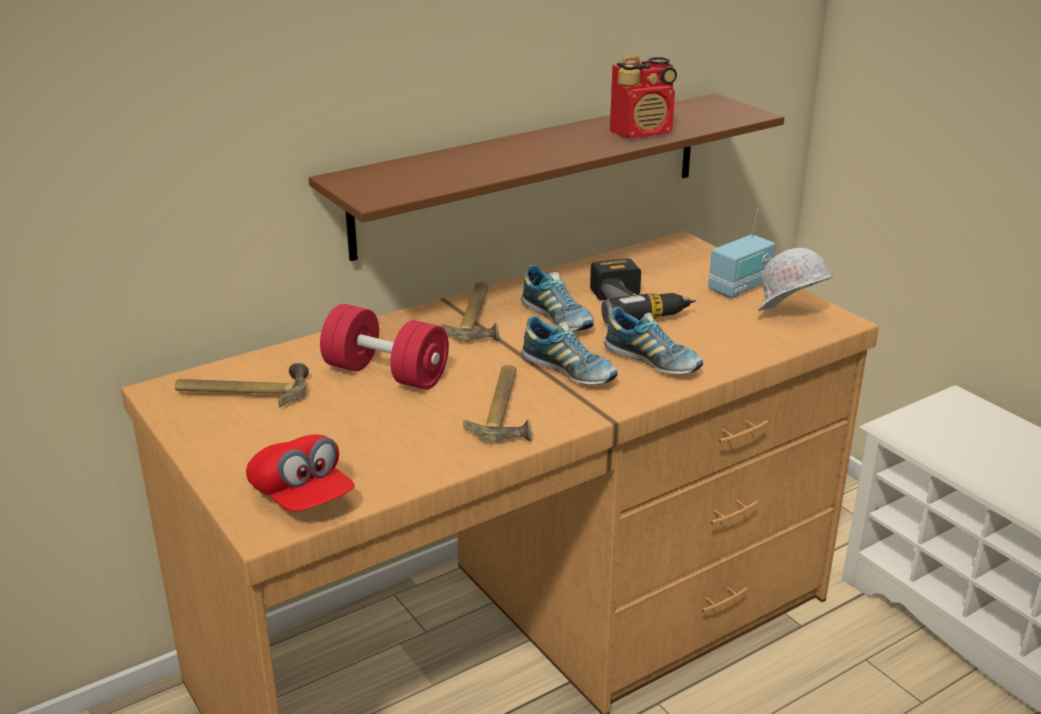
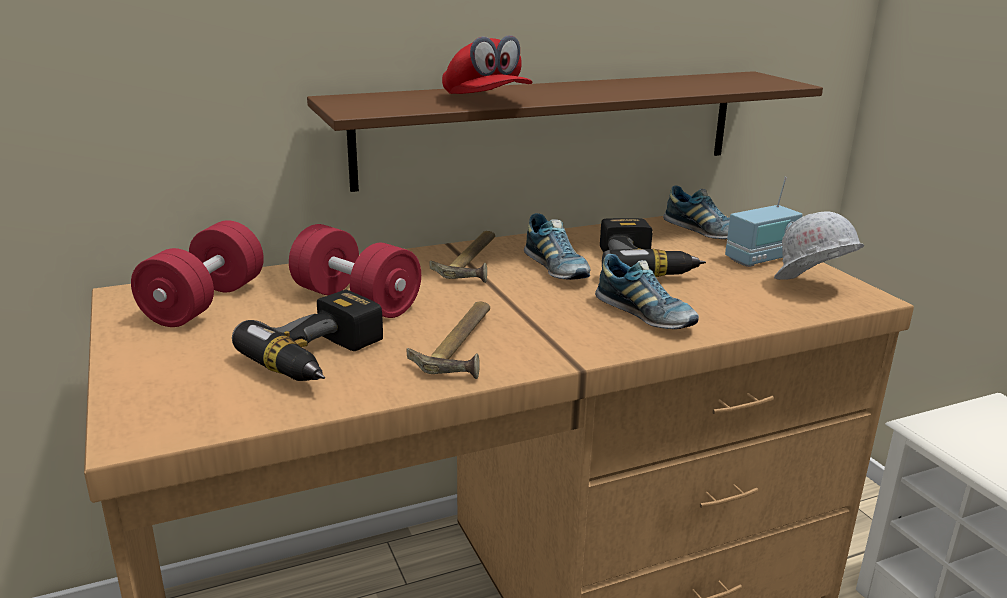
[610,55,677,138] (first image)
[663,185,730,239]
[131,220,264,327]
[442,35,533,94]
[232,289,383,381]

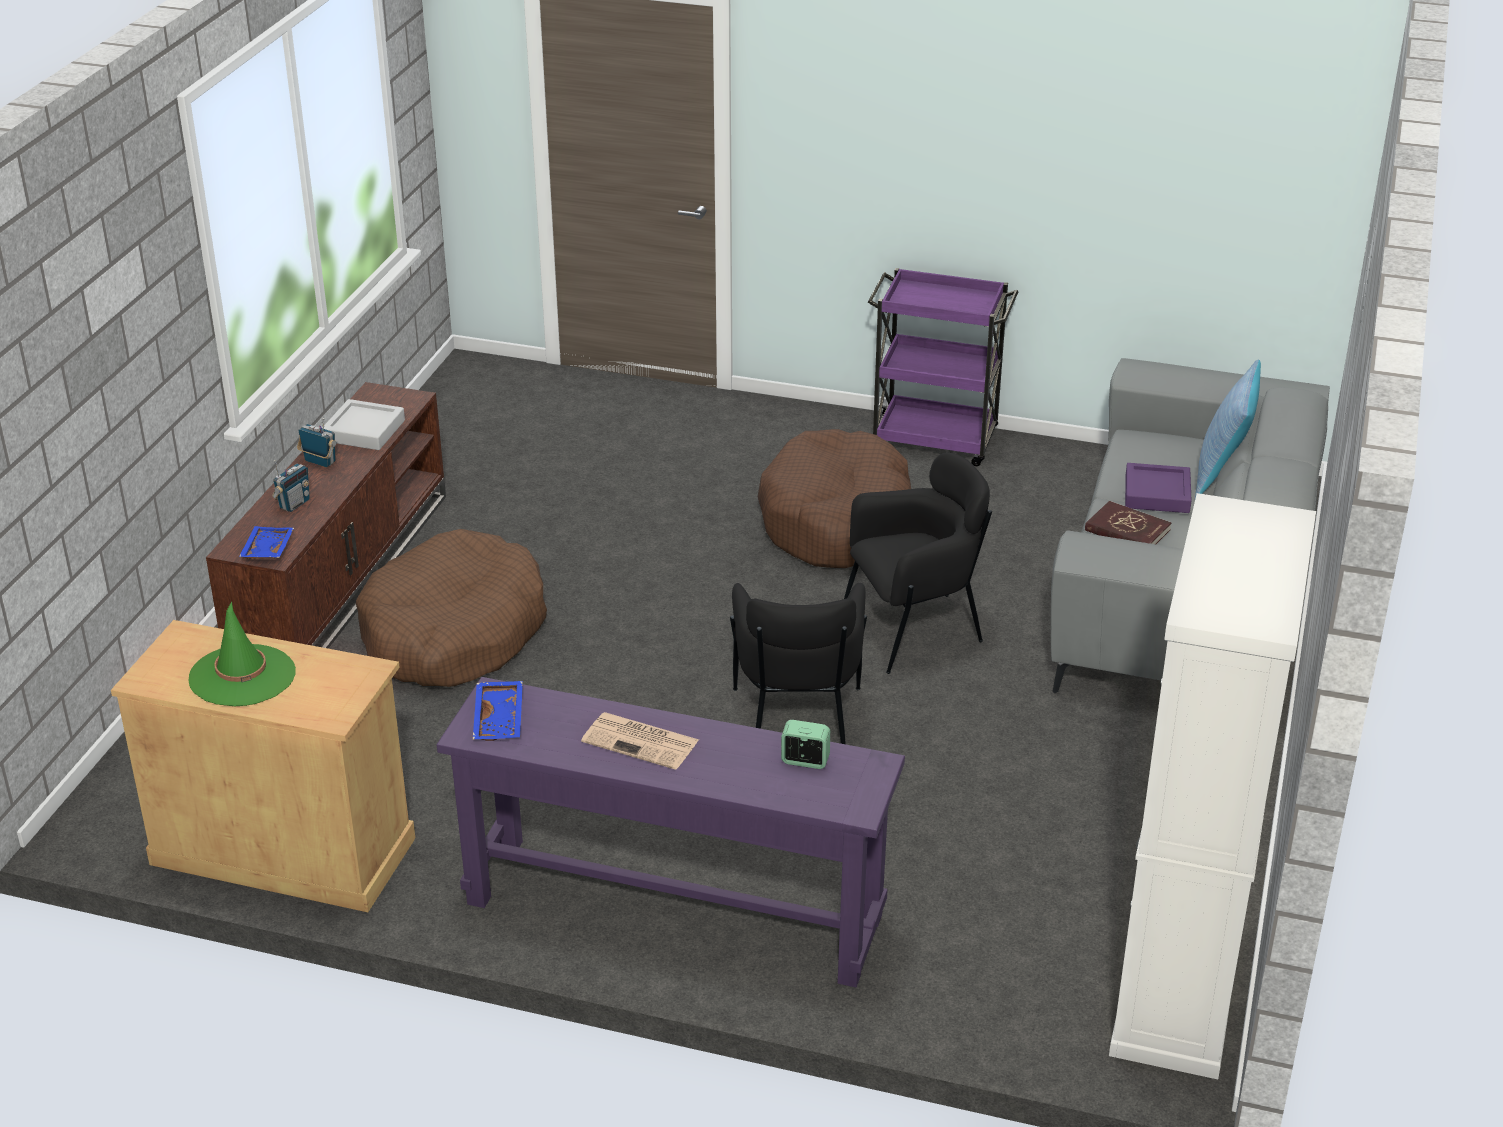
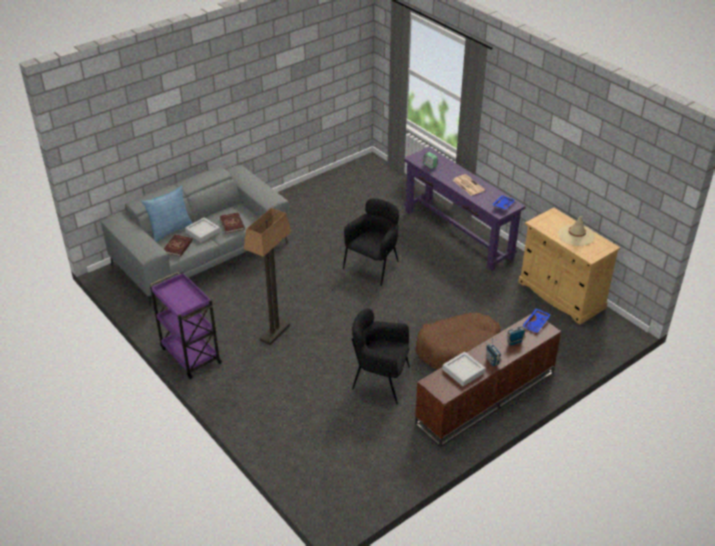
[244,208,292,345]
[352,308,410,404]
[185,217,220,242]
[1109,493,1316,1079] (first image)
[558,216,595,246]
[164,234,193,257]

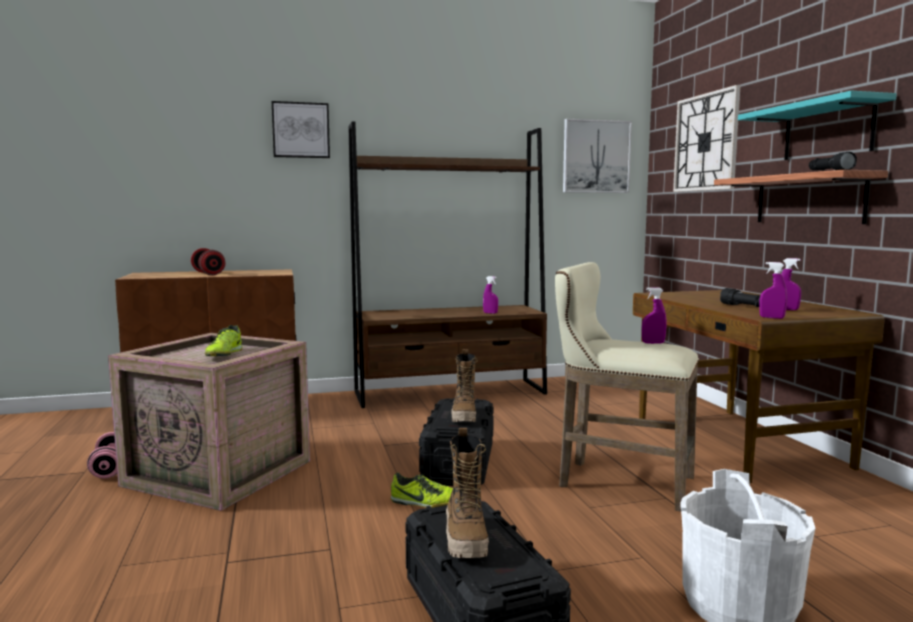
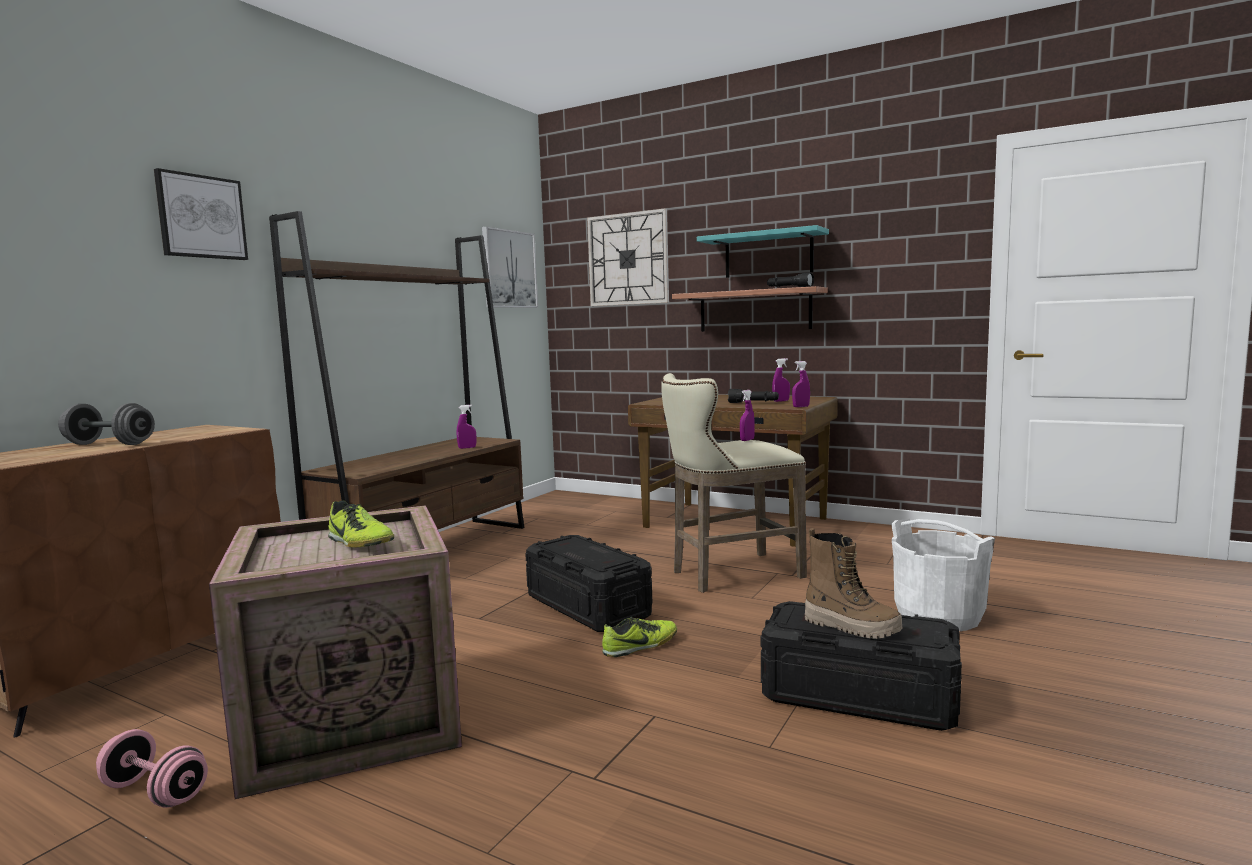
[58,403,155,445]
[452,349,478,422] (first image)

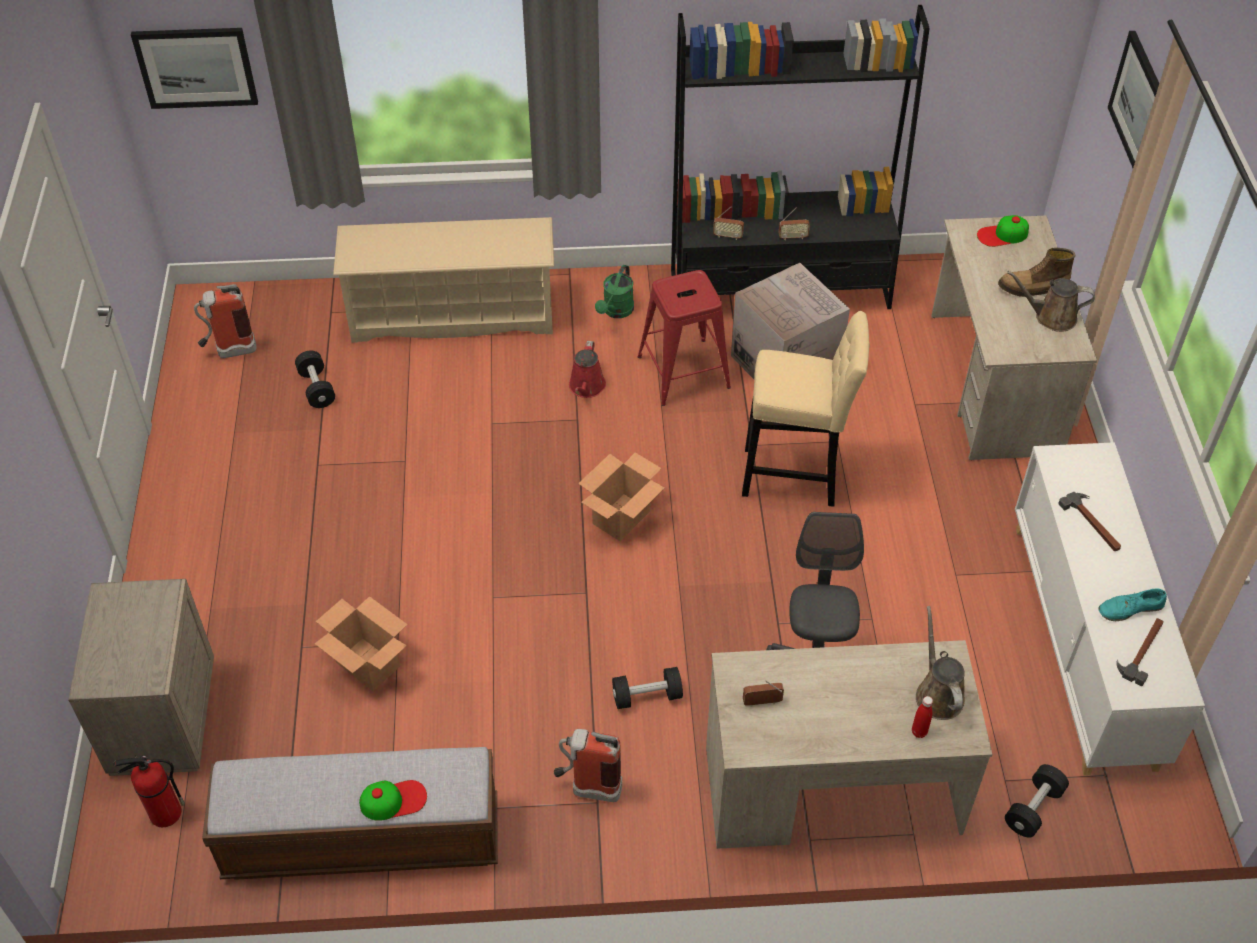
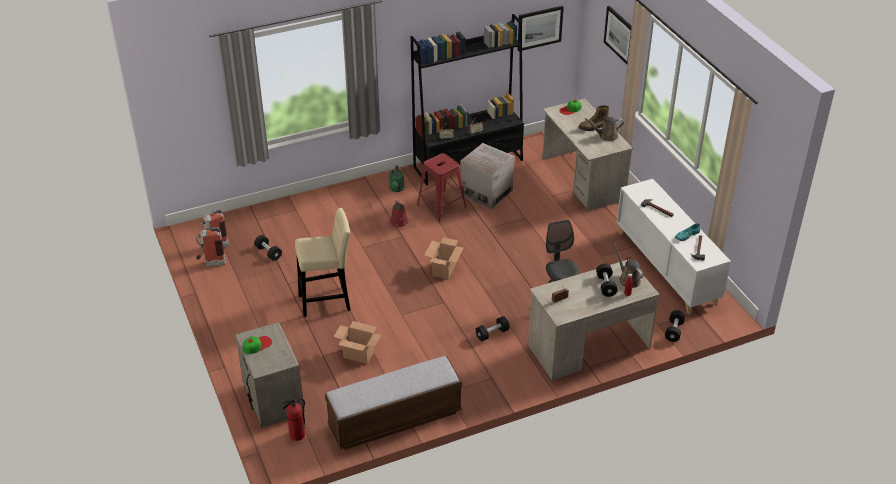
[517,6,564,51]
[333,217,554,343] (first image)
[295,208,351,317]
[196,227,226,267]
[243,336,272,354]
[596,264,617,297]

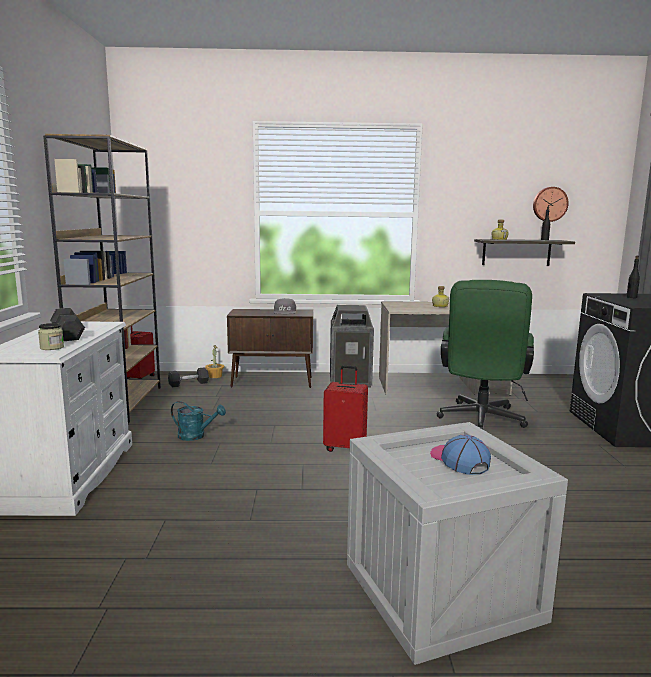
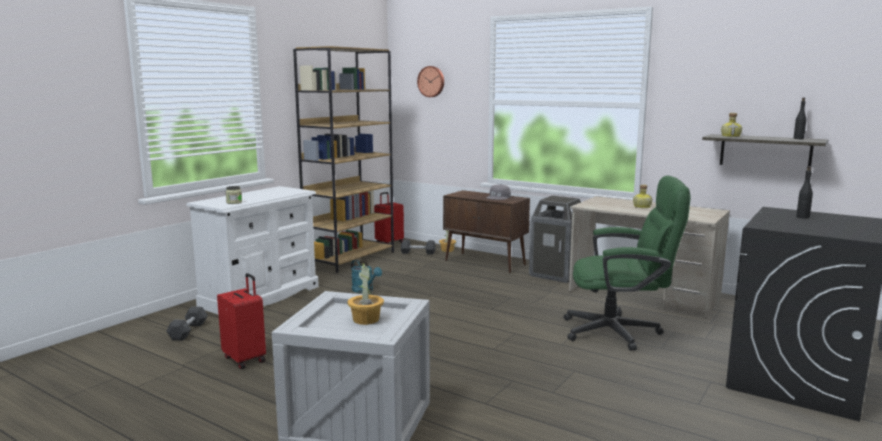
[417,66,444,97]
[564,175,690,351]
[166,306,208,341]
[217,273,266,369]
[347,262,384,325]

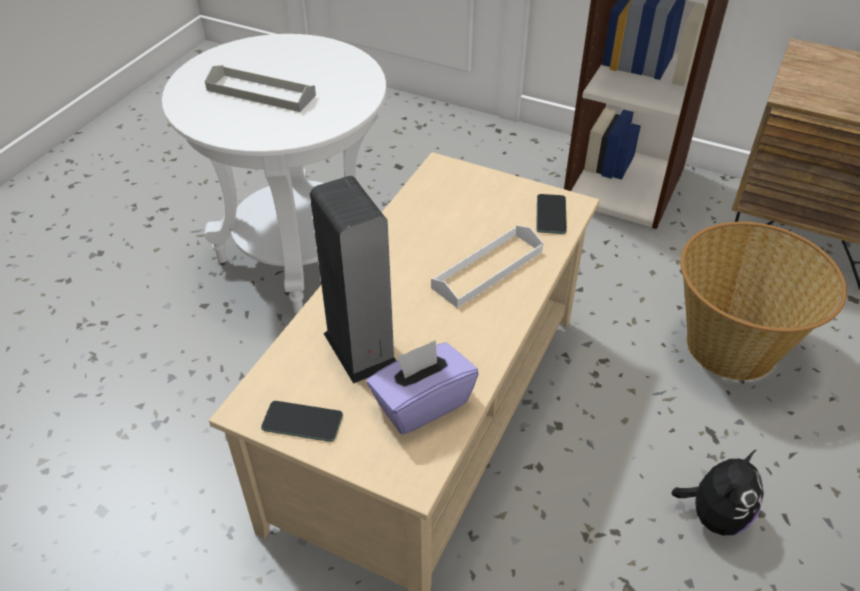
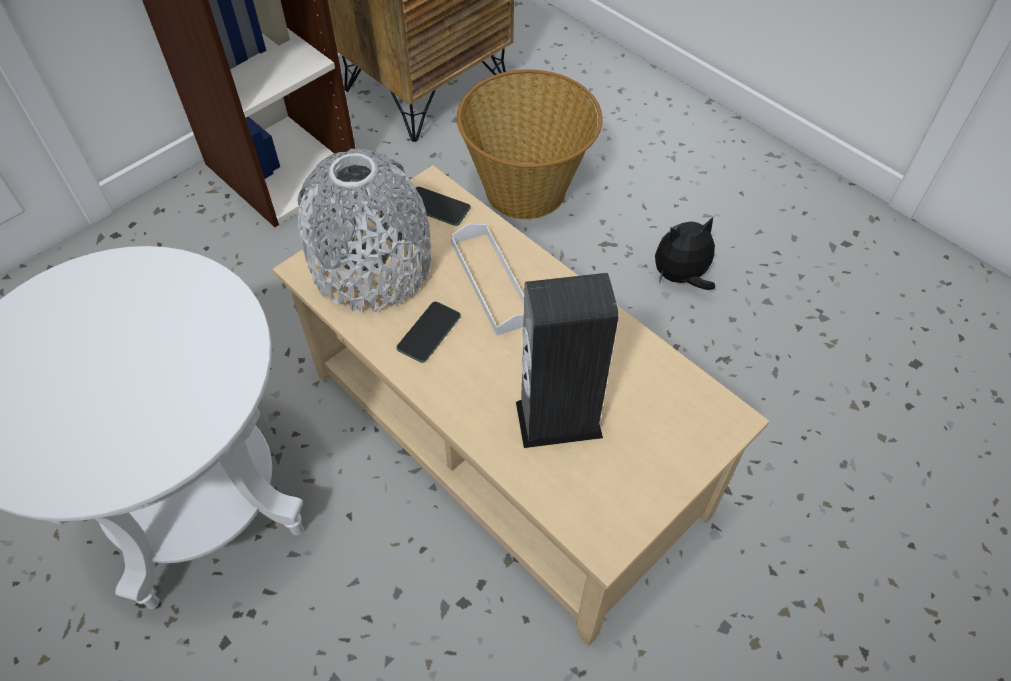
[205,65,316,112] (first image)
[367,340,479,435] (first image)
[396,301,461,363]
[655,217,715,290]
[297,149,431,312]

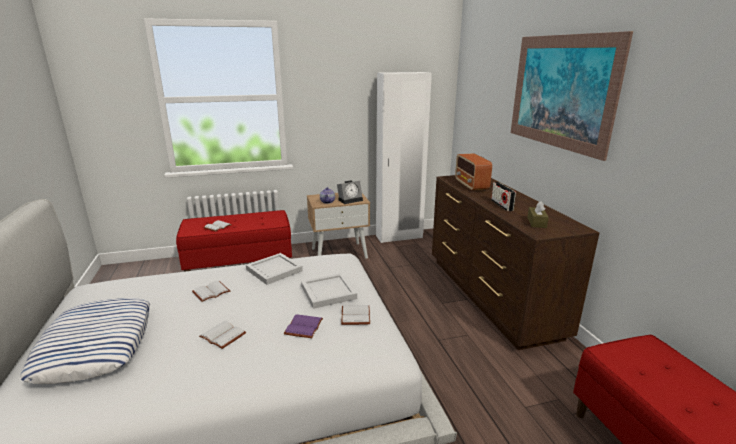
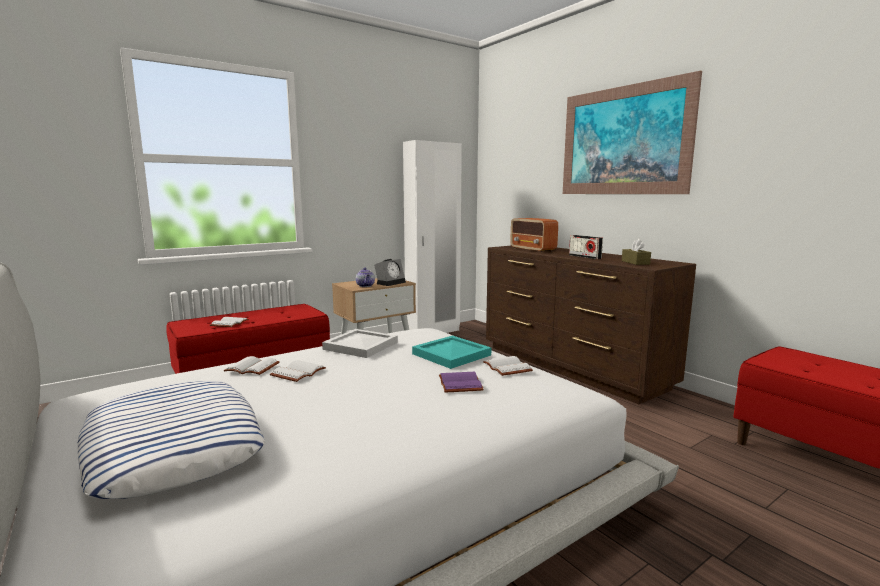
[412,336,491,369]
[224,356,280,375]

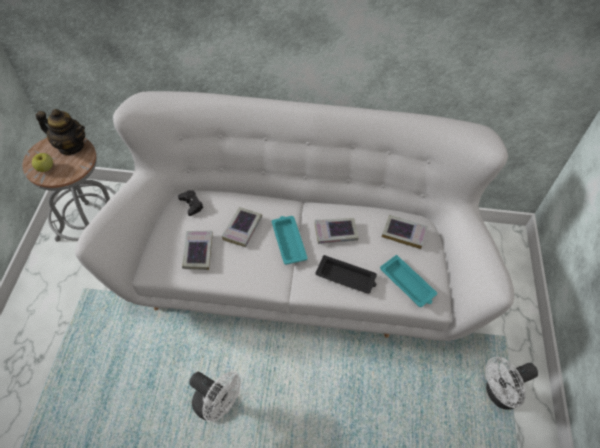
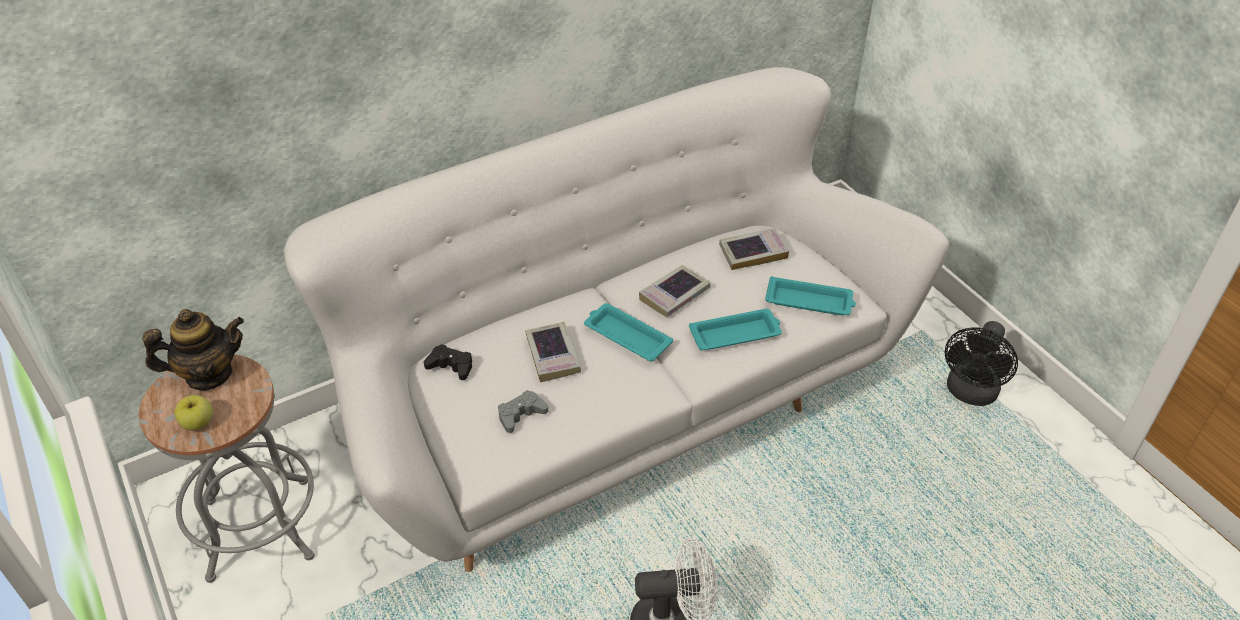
[498,390,548,433]
[689,309,782,351]
[945,321,1018,406]

